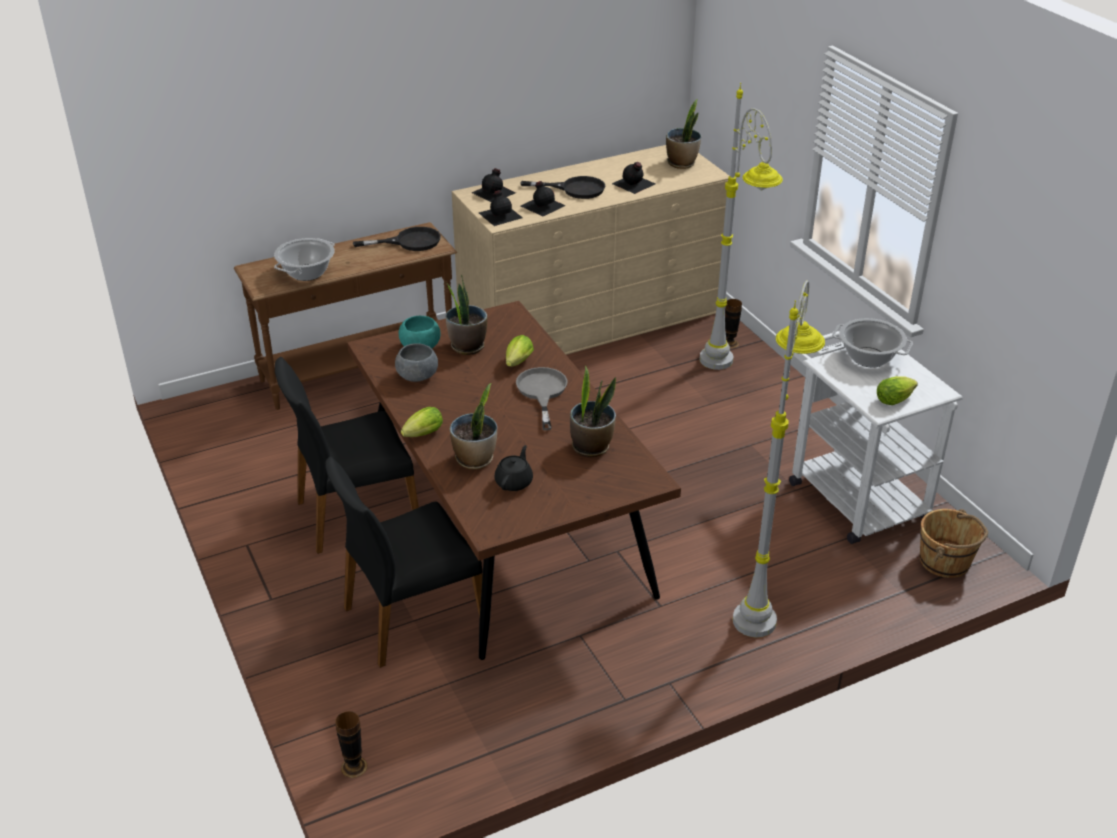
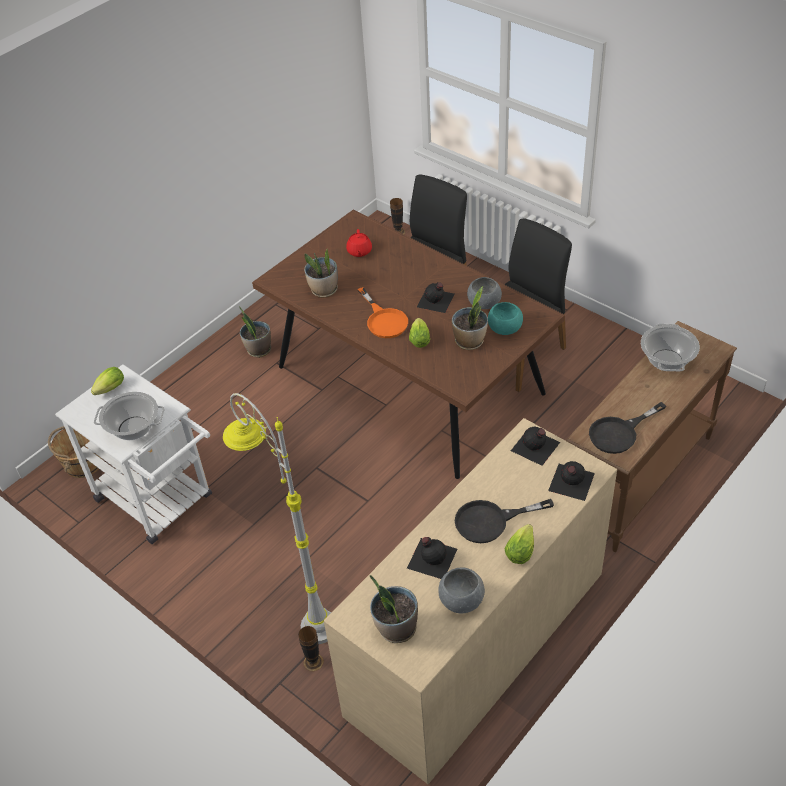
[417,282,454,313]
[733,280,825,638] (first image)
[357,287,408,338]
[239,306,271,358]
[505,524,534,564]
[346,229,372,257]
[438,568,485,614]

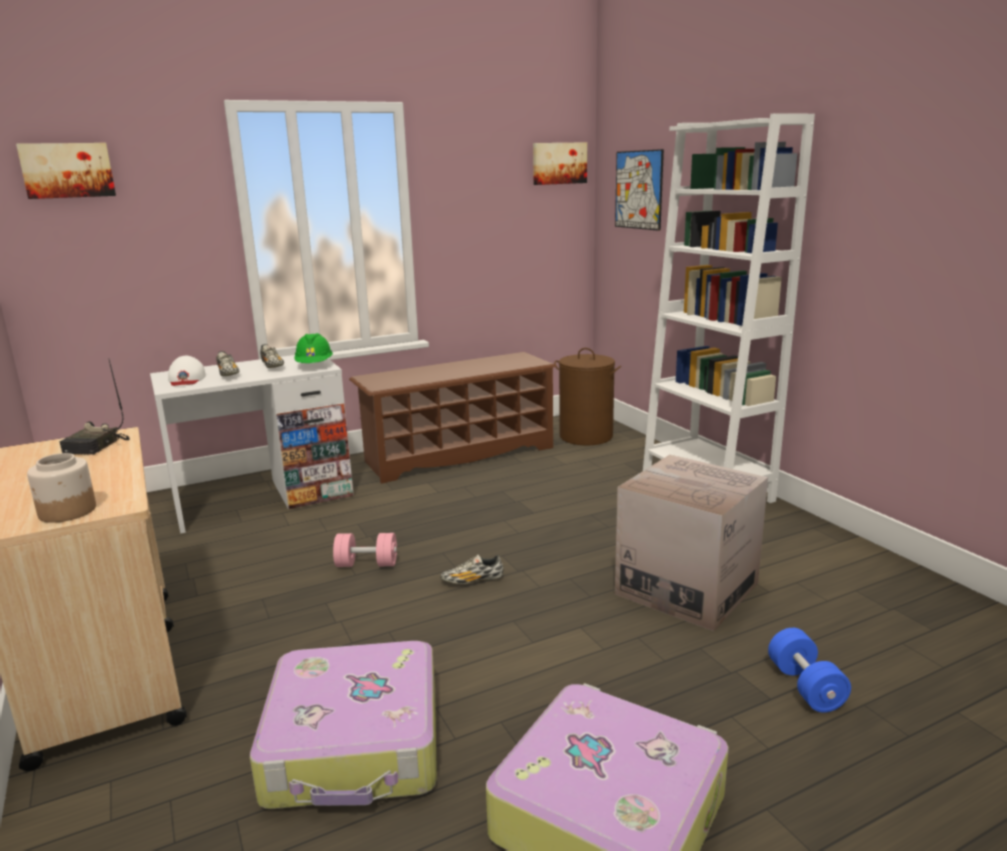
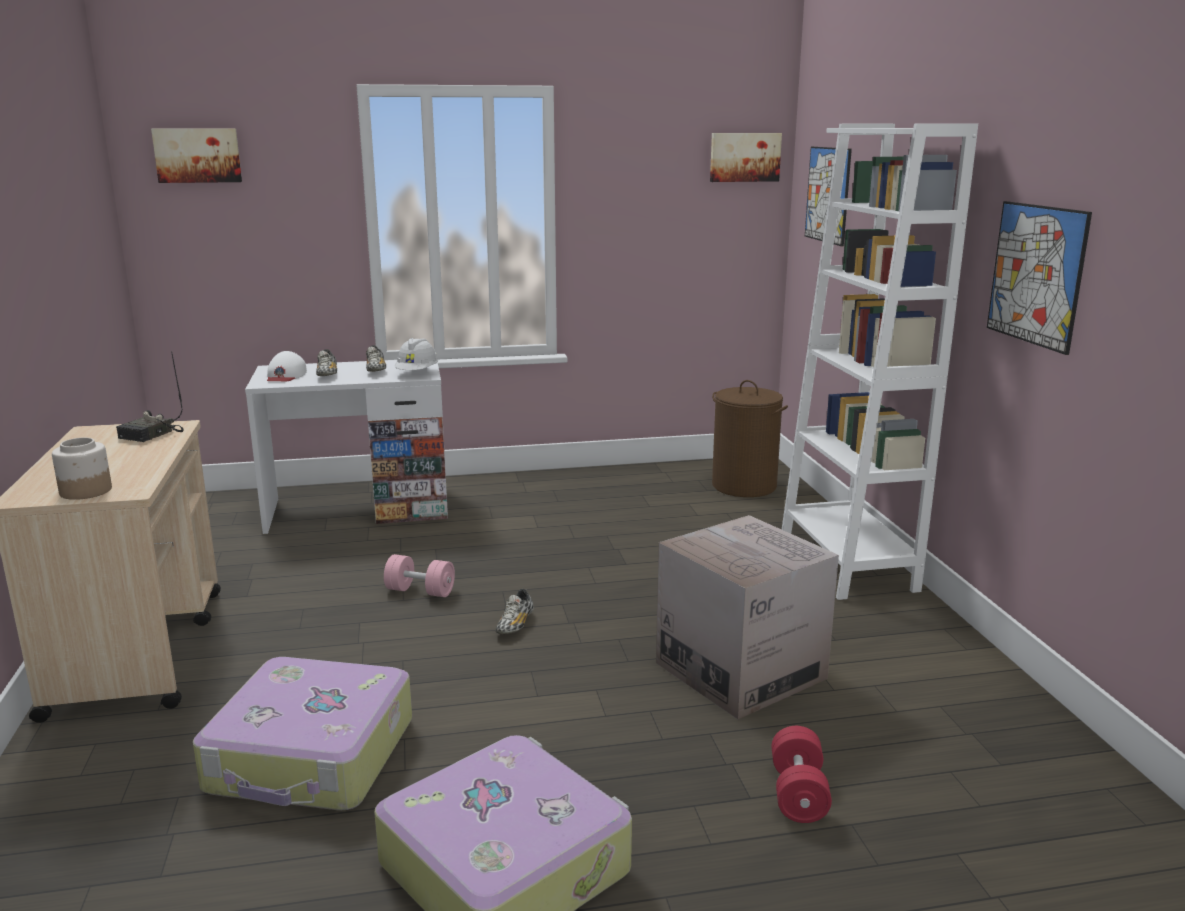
[395,338,438,370]
[349,352,557,484] (first image)
[495,589,534,634]
[771,726,832,823]
[987,201,1092,355]

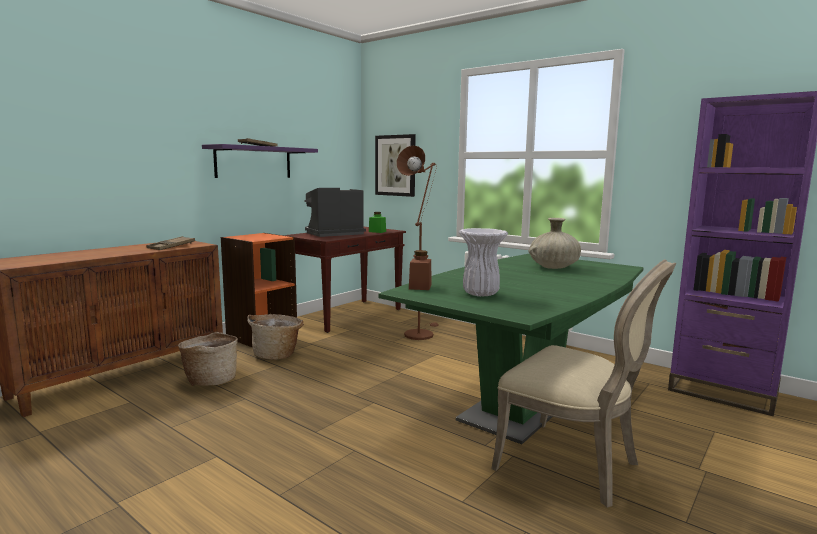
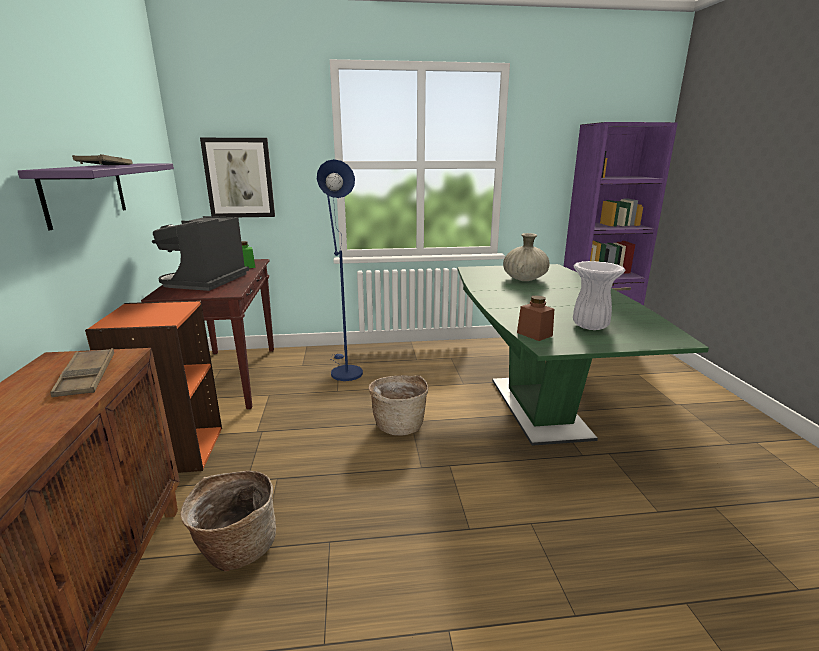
[317,159,363,381]
[491,259,676,508] (first image)
[369,375,428,436]

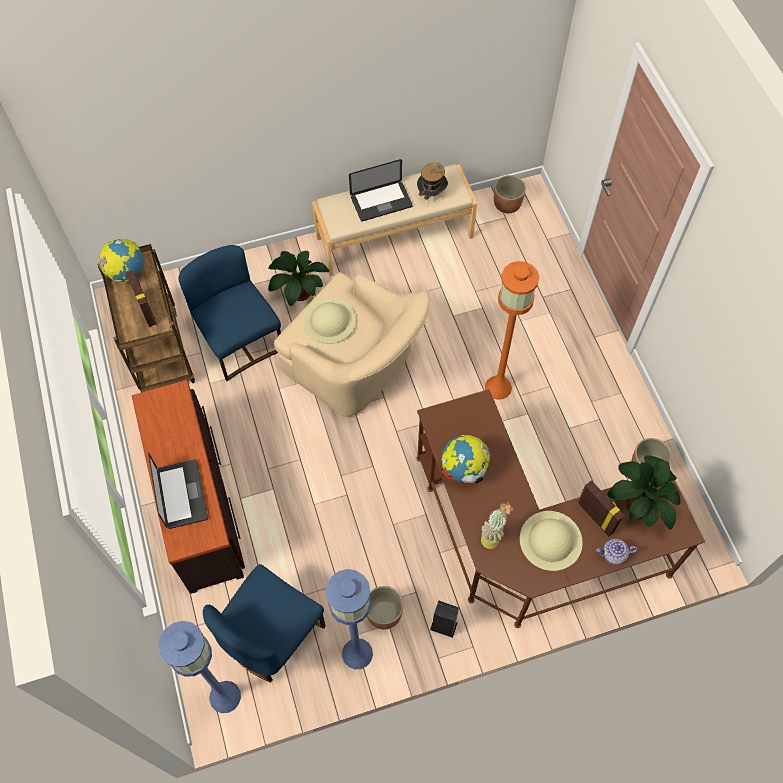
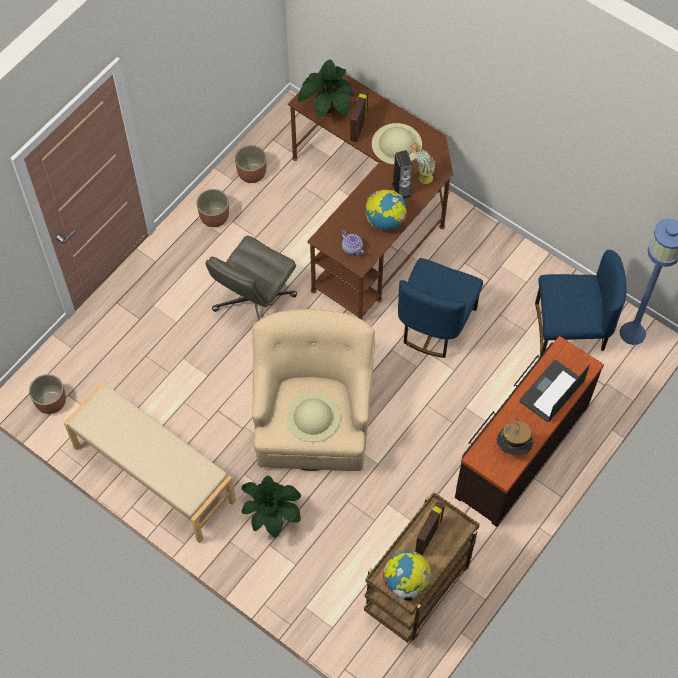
[349,159,413,221] (first image)
[497,419,535,455]
[398,258,483,358]
[205,236,297,321]
[341,230,364,256]
[326,569,373,669] (first image)
[197,189,229,227]
[392,150,413,199]

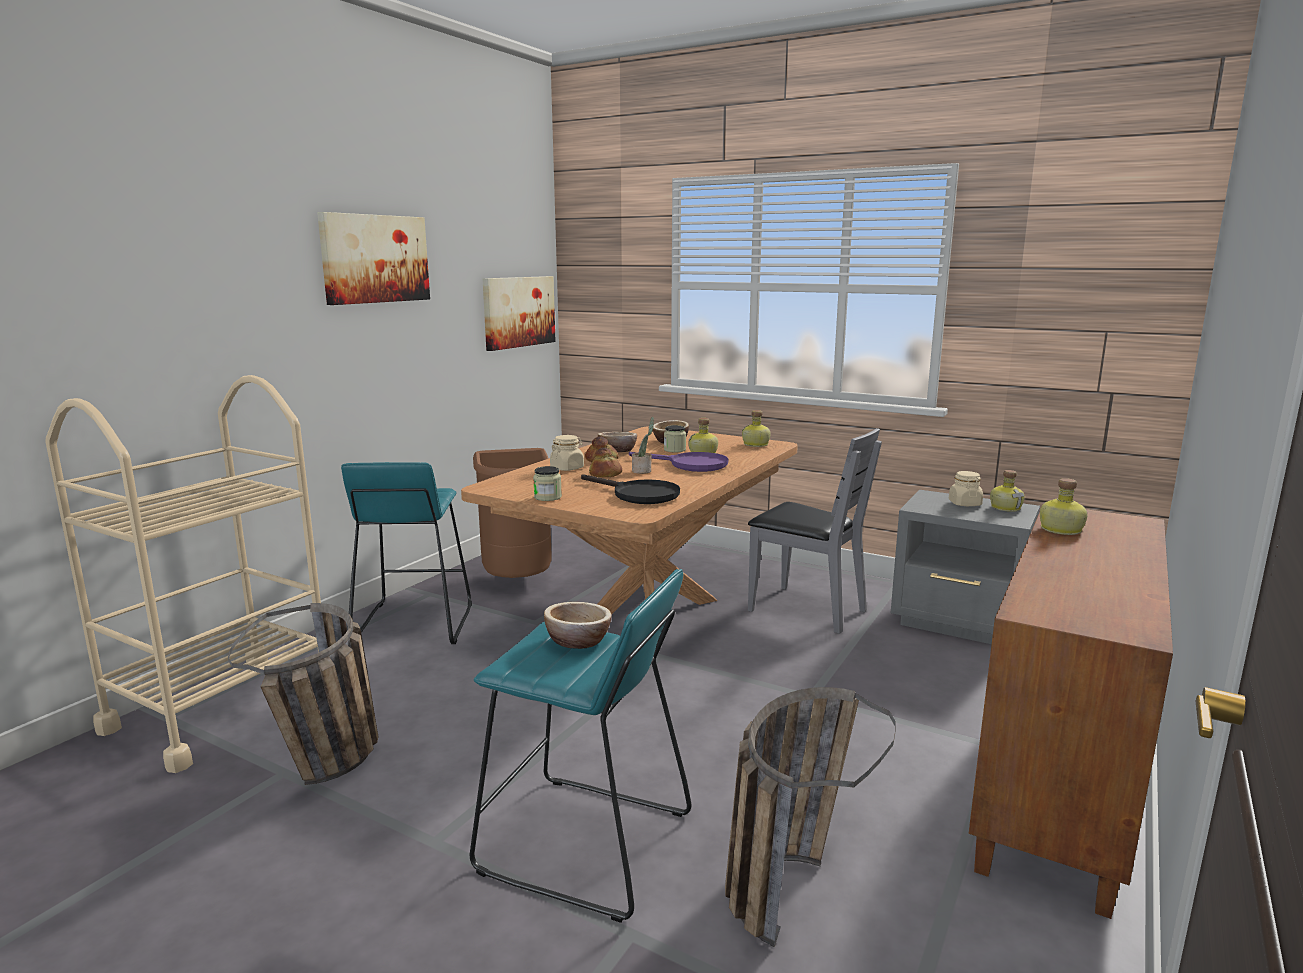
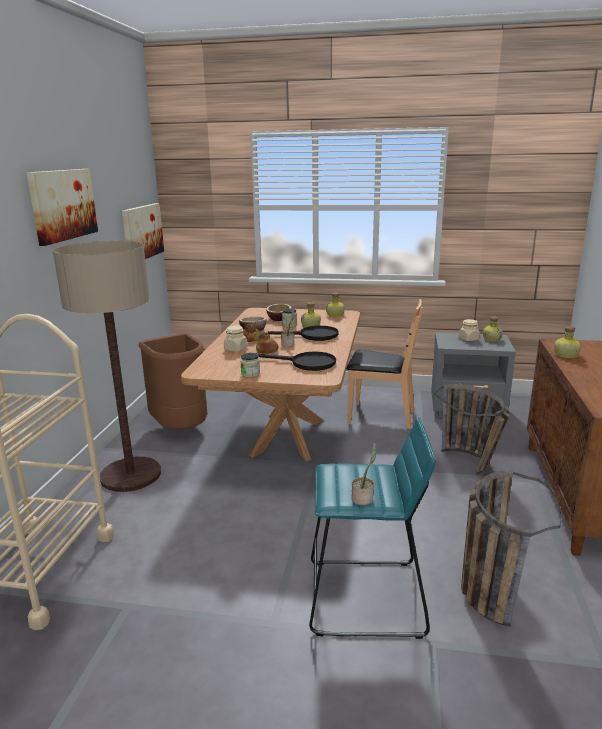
[347,299,423,429]
[268,326,339,341]
[53,241,161,492]
[544,602,612,649] (first image)
[434,384,510,475]
[352,443,376,505]

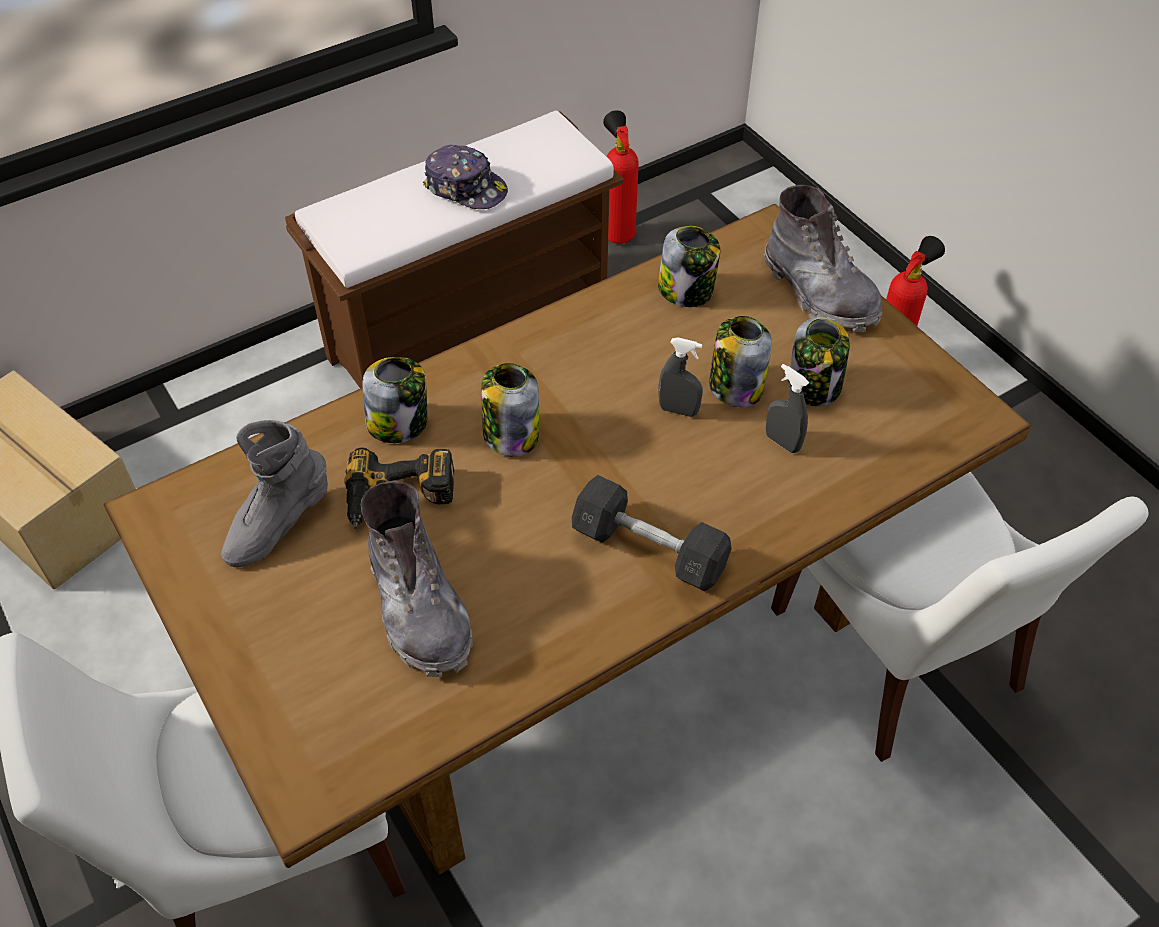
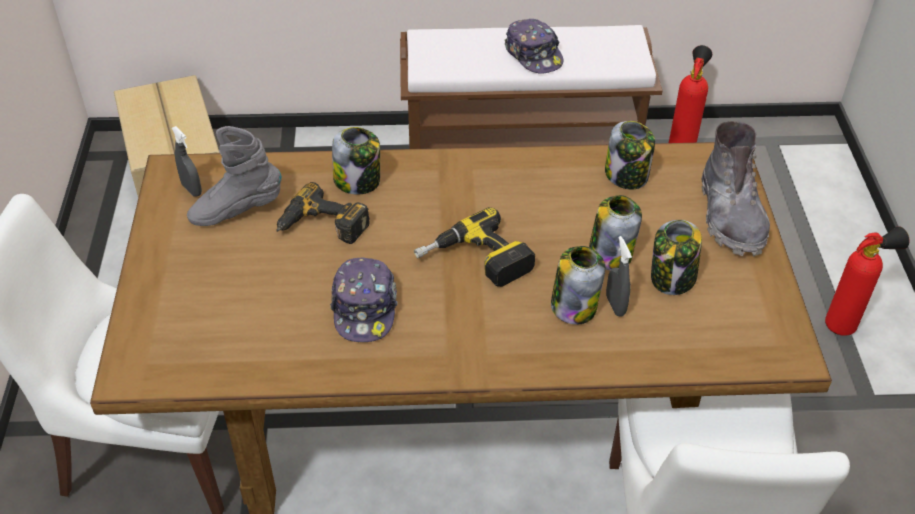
[172,126,202,197]
[551,246,605,325]
[572,475,732,591] (first image)
[361,481,473,677] (first image)
[414,207,535,287]
[330,258,398,342]

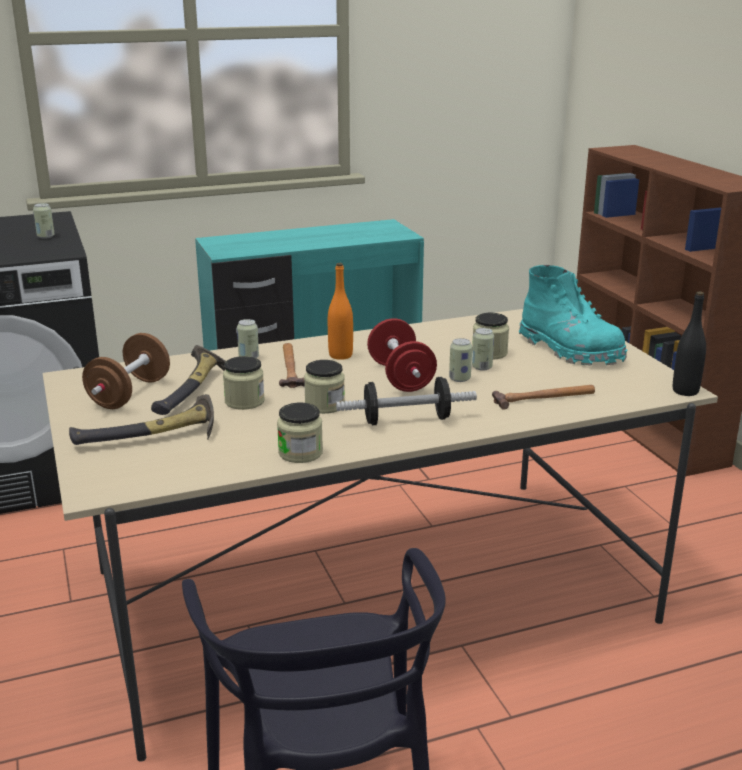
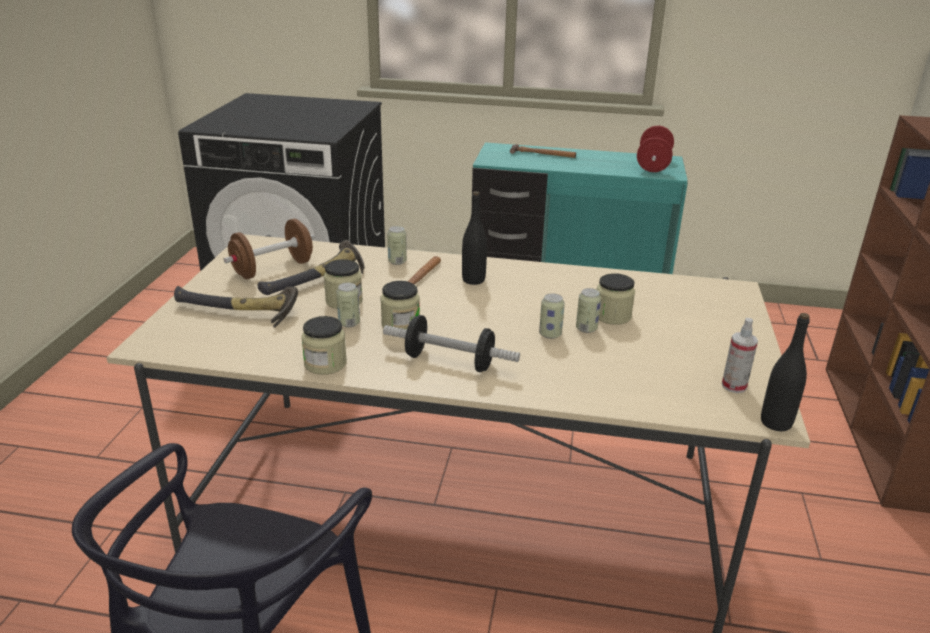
[336,283,360,327]
[462,191,487,285]
[519,265,628,366] (first image)
[637,126,674,172]
[510,144,576,158]
[722,318,758,393]

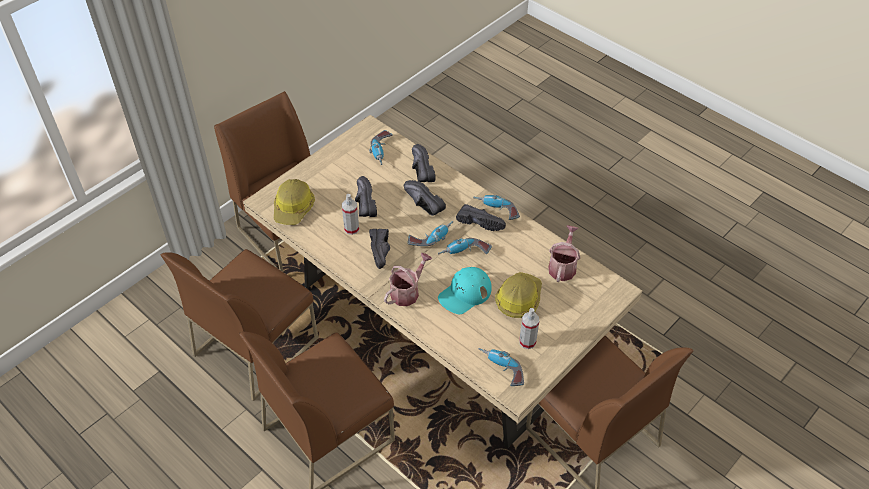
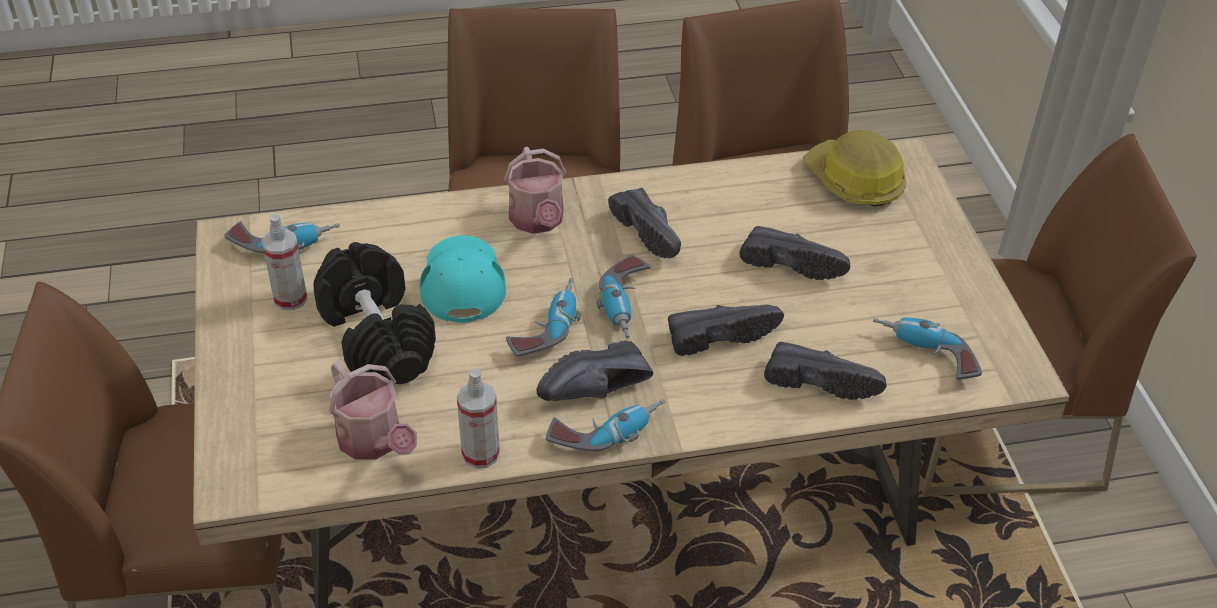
[457,368,500,469]
[608,188,681,258]
[313,242,436,384]

